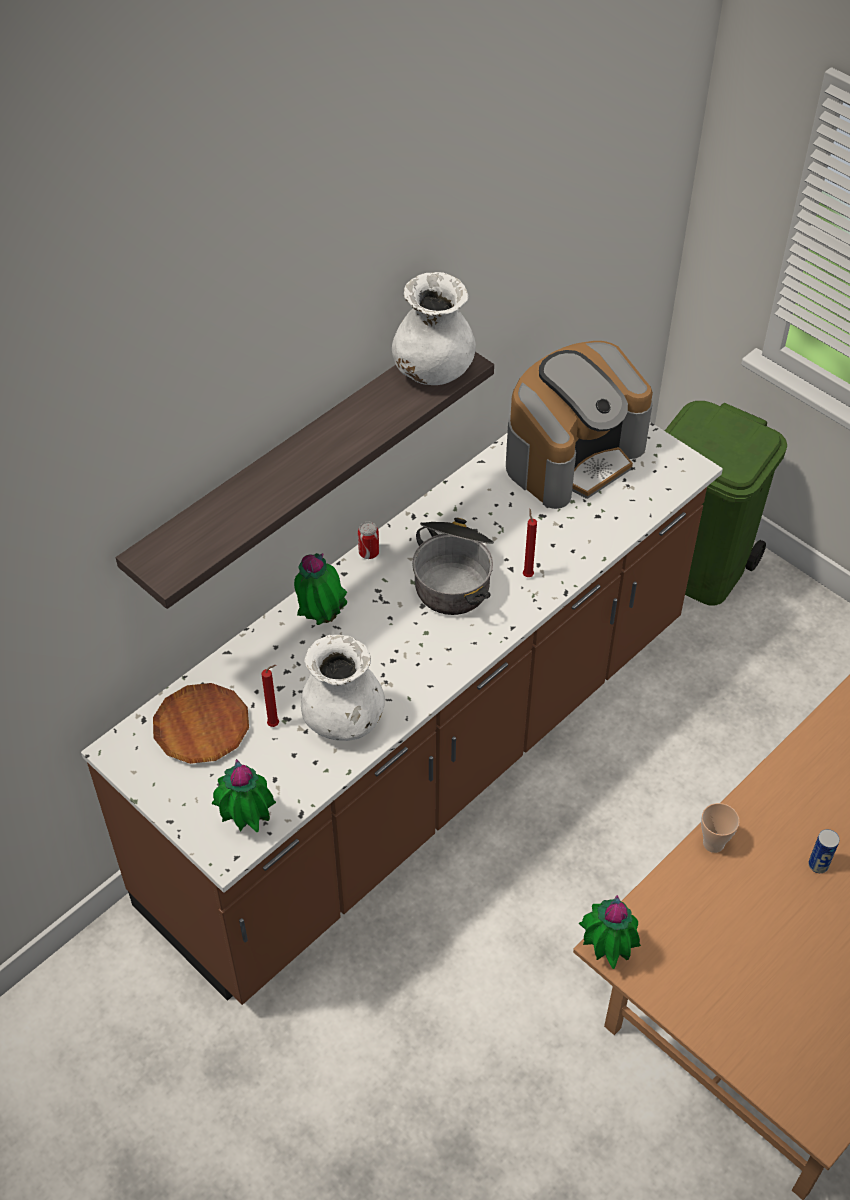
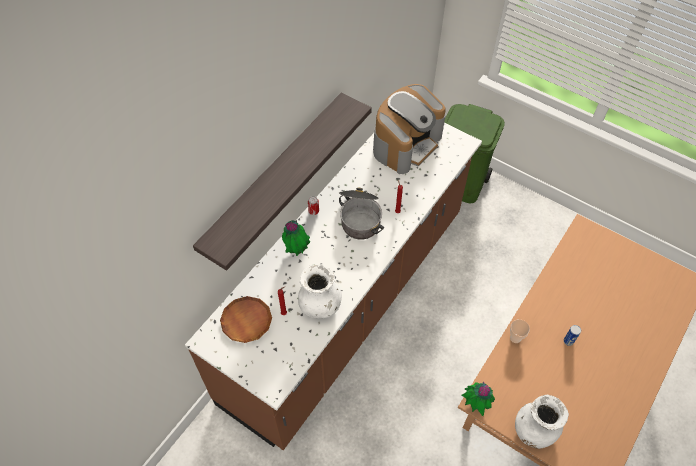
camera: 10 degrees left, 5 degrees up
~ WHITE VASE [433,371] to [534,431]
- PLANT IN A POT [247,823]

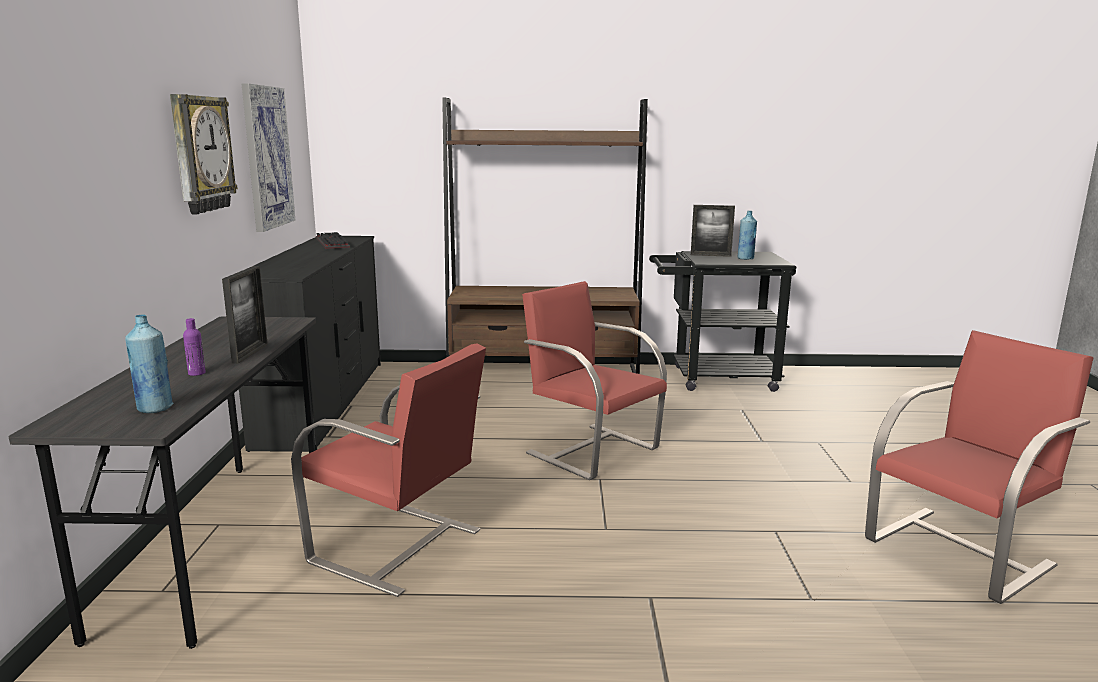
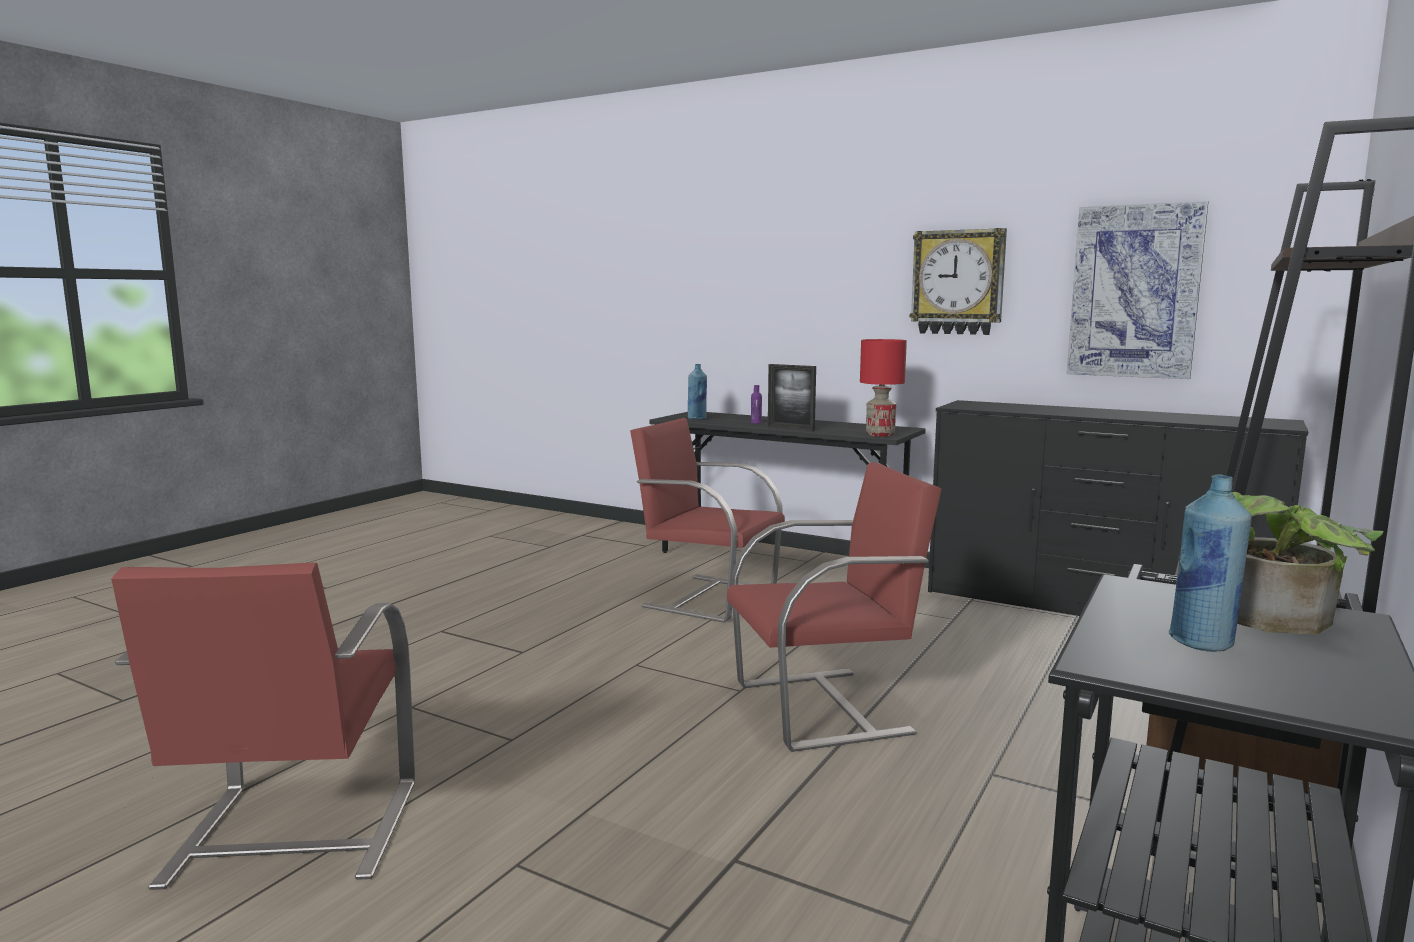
camera: 120 degrees right, 5 degrees down
~ STANDING FRAME [710,255] to PLANT IN A POT [1277,621]
- PC KEYBOARD [330,243]
~ REDDISH UPRIGHT CHAIR [398,547] = [708,597] 60 degrees clockwise
+ REDDISH LAMP FOR A TABLE [880,435]

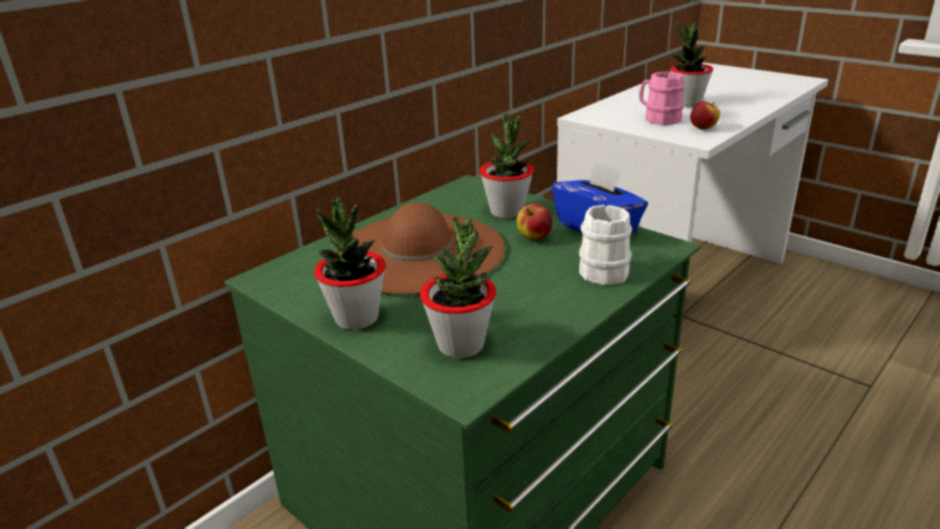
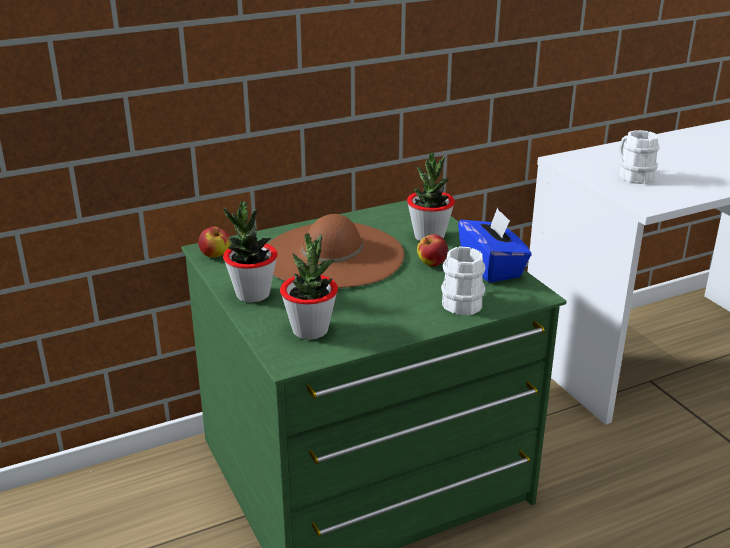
camera: 20 degrees right, 0 degrees up
- PLANT IN A POT [687,103]
~ PINKISH MUG [658,119] to WHITE MUG [632,176]
~ APPLE [703,128] to [215,255]

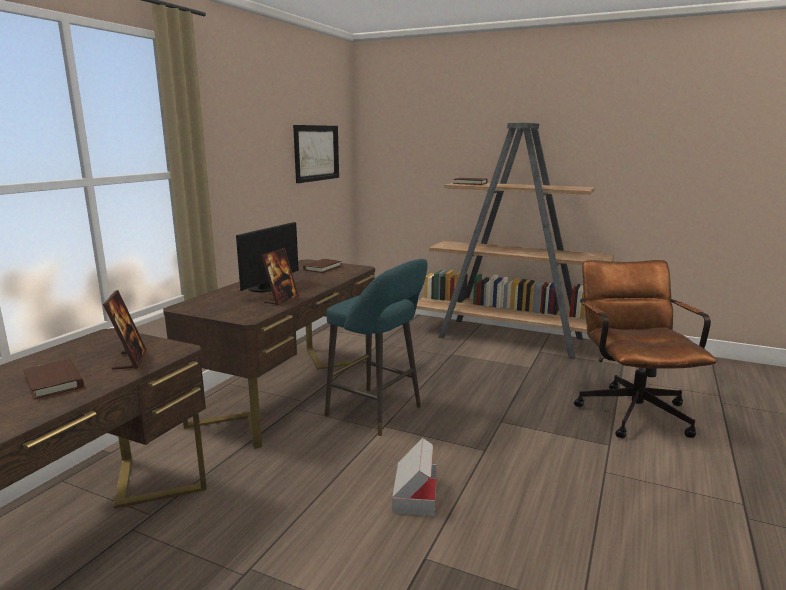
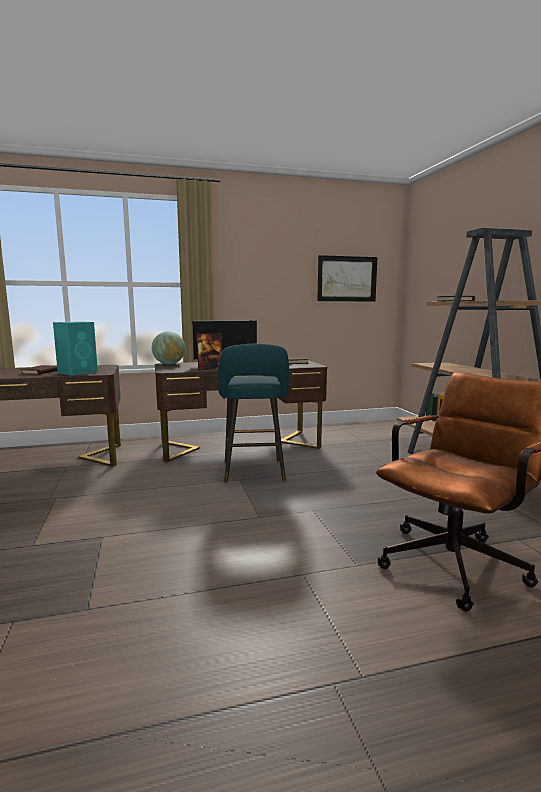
camera: 50 degrees right, 5 degrees down
~ STANDING FRAME [130,360] to TURQUOISE-COLOURED AUDIO SPEAKER [78,372]
- PACKING BOX [415,494]
+ GLOBE [169,364]

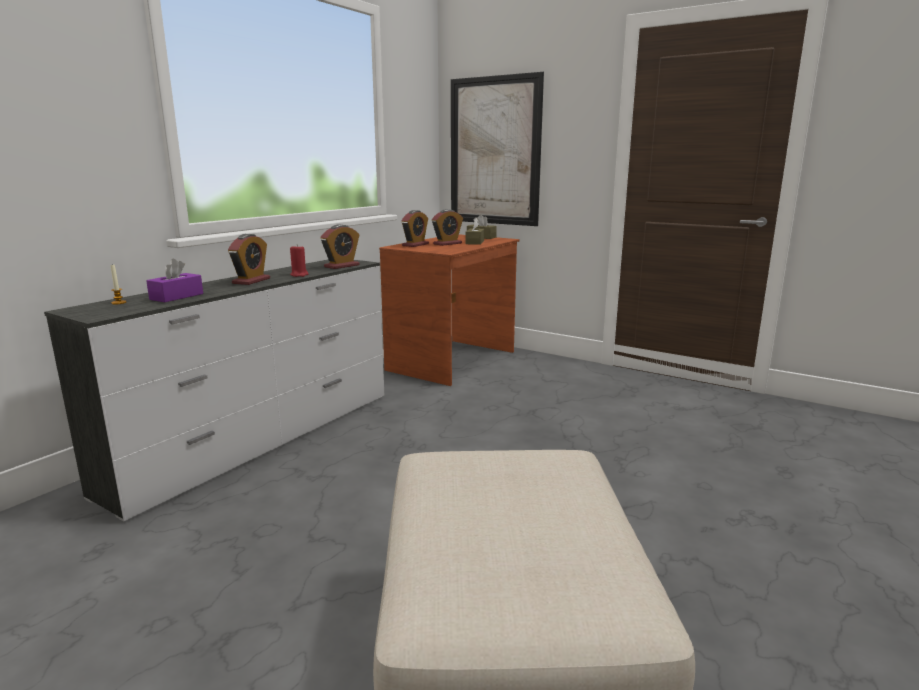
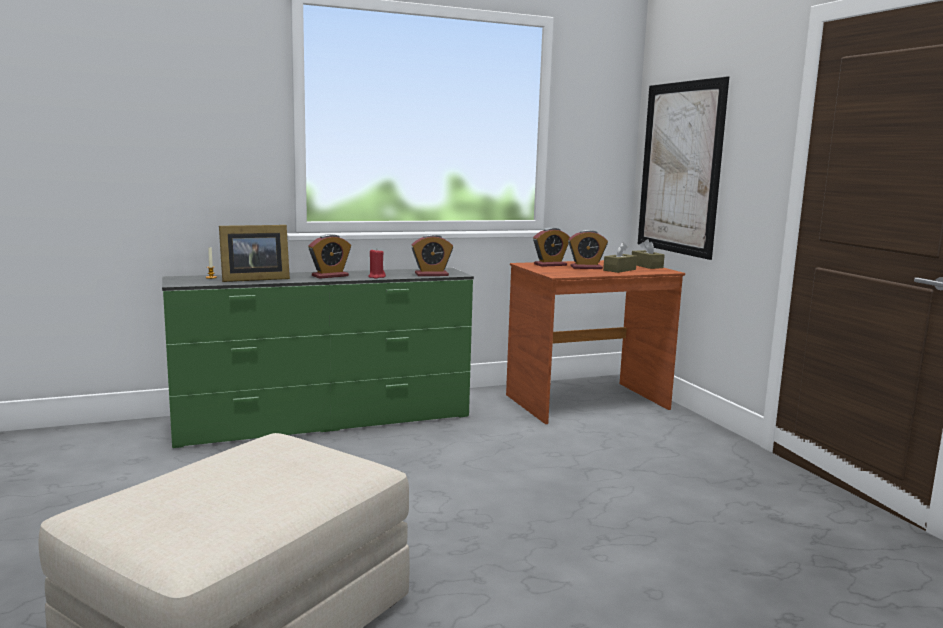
camera: 35 degrees right, 5 degrees down
~ WHITE DRAWER CHEST [261,439] to GREEN DRAWER CHEST [326,422]
~ PURPLE TISSUE BOX [176,296] to STANDING FRAME [252,279]

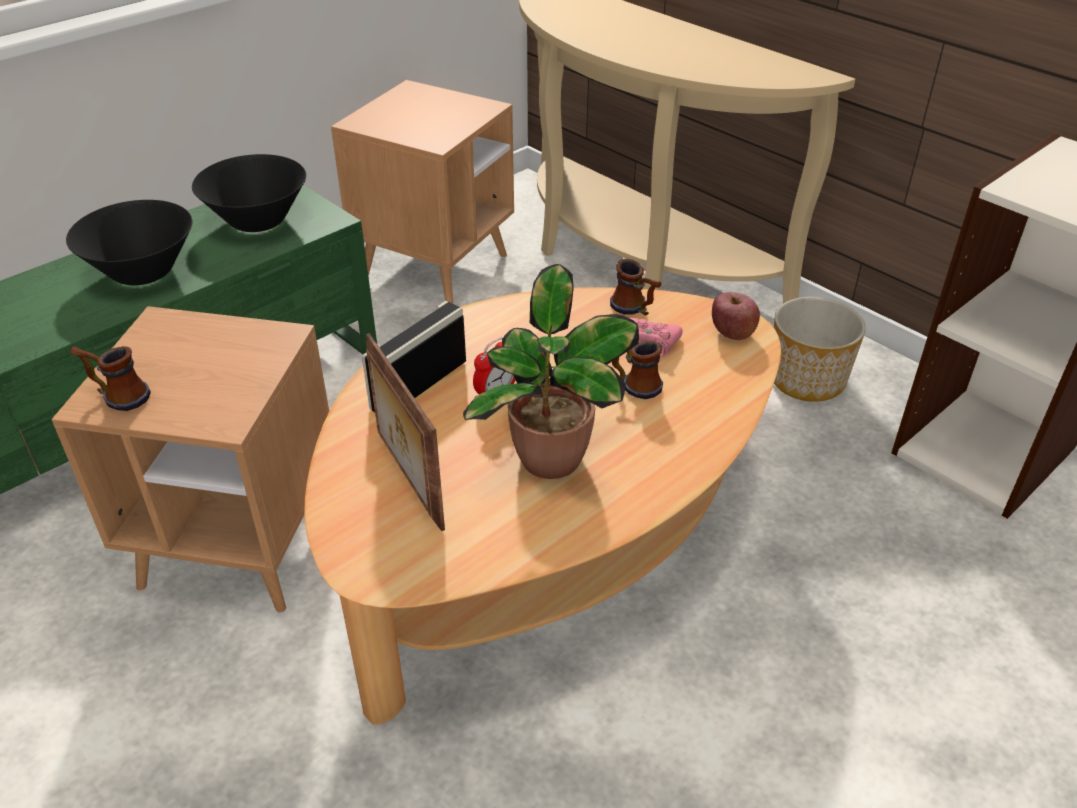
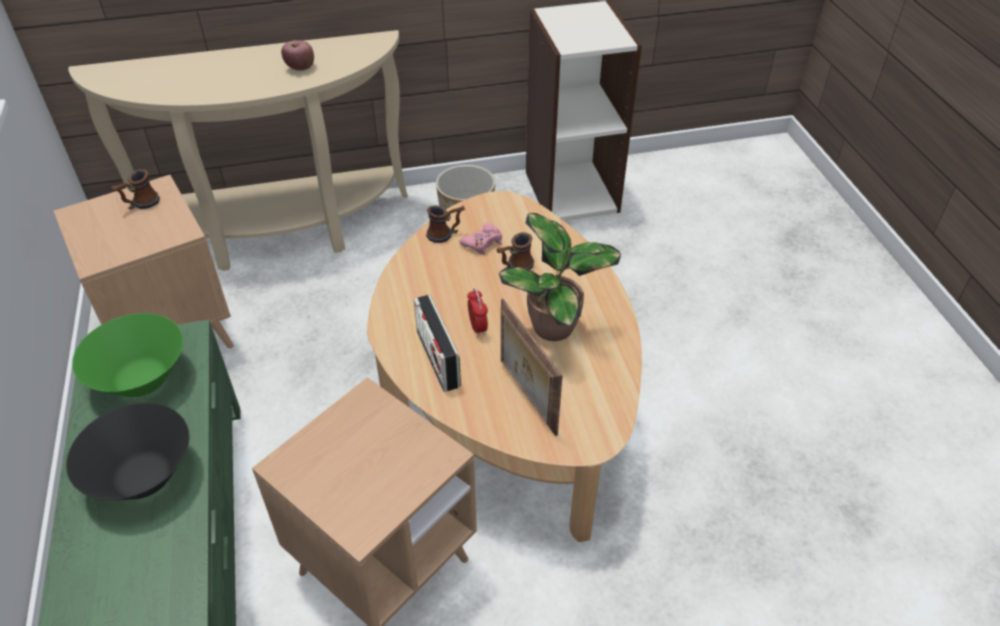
camera: 60 degrees left, 5 degrees up
~ BLACK DEEP DISH [257,221] to GREEN DEEP DISH [141,379]
~ APPLE [732,333] to [300,68]
~ STANDING FRAME [407,479] = [526,397] 60 degrees clockwise
~ MUG [117,396] to [140,204]

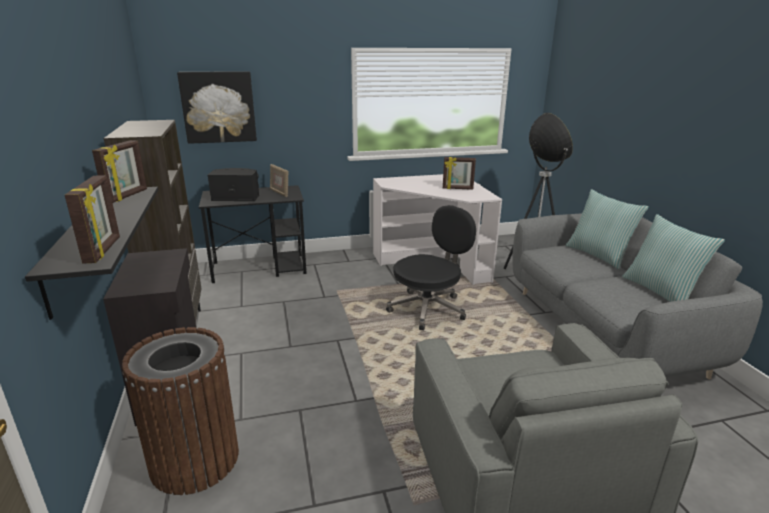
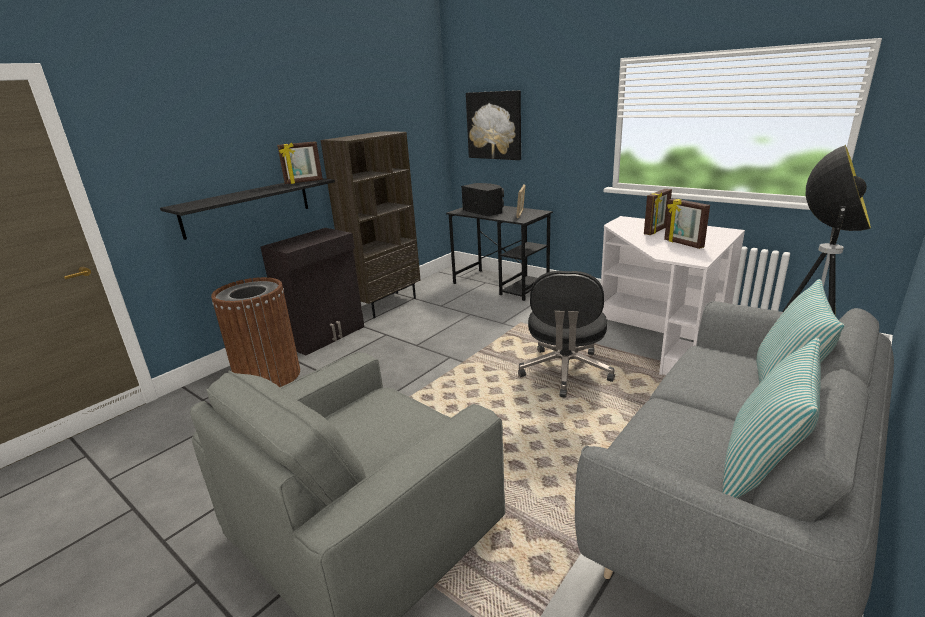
camera: 55 degrees right, 0 degrees up
~ STANDING FRAME [103,250] to [656,231]
~ BLACK COMPUTER CHAIR [428,309] = [565,372] 90 degrees clockwise

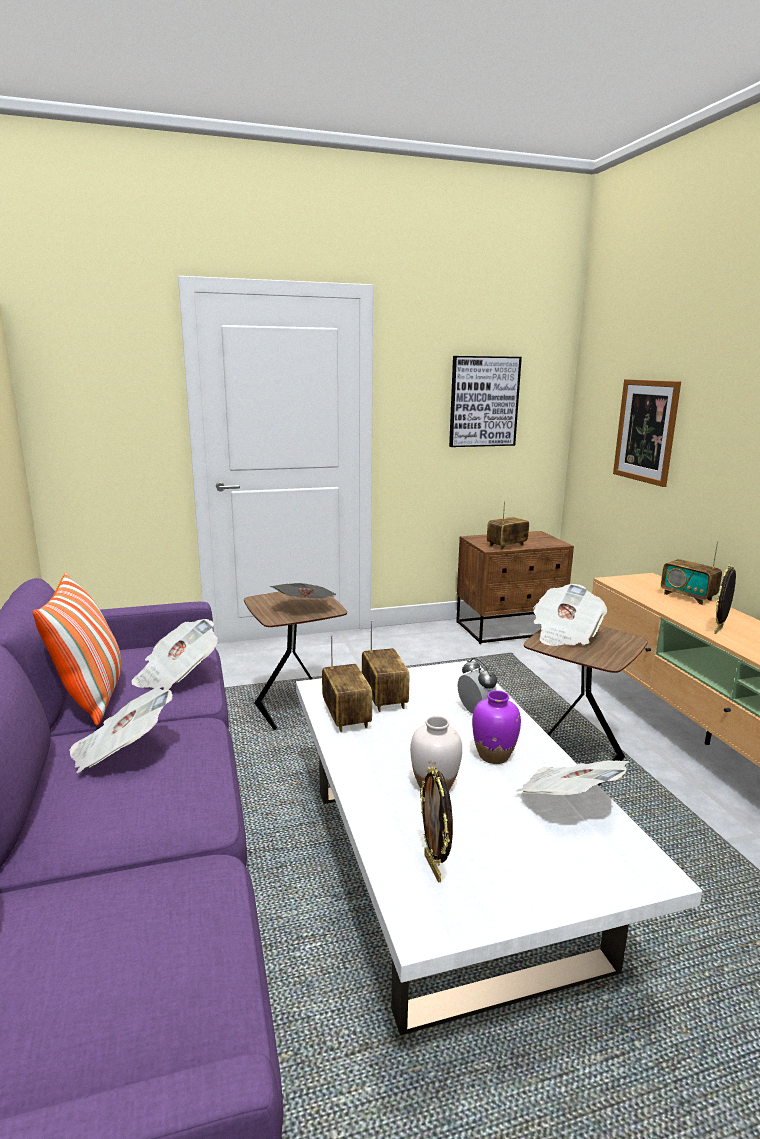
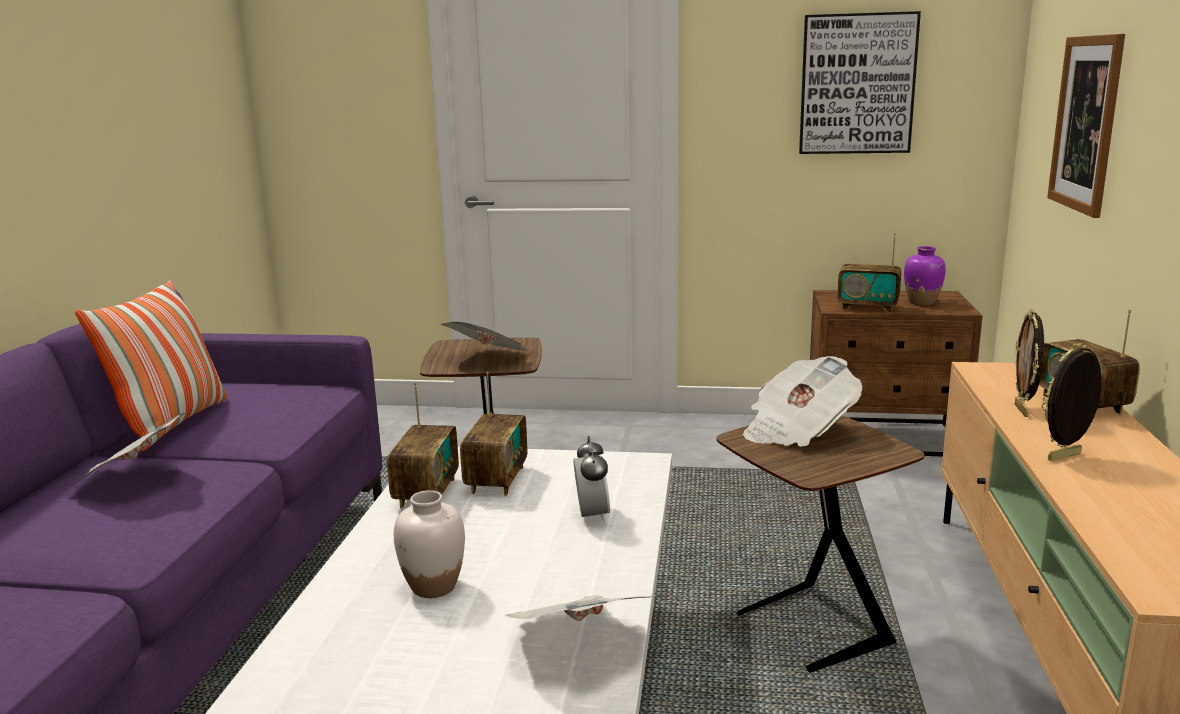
camera: 25 degrees right, 0 degrees up
~ RADIO [507,546] = [867,307] 150 degrees counterclockwise
- NEWSPAPER [176,675]
~ PURPLE VASE [494,755] to [922,302]
~ STANDING FRAME [434,867] to [1022,410]

